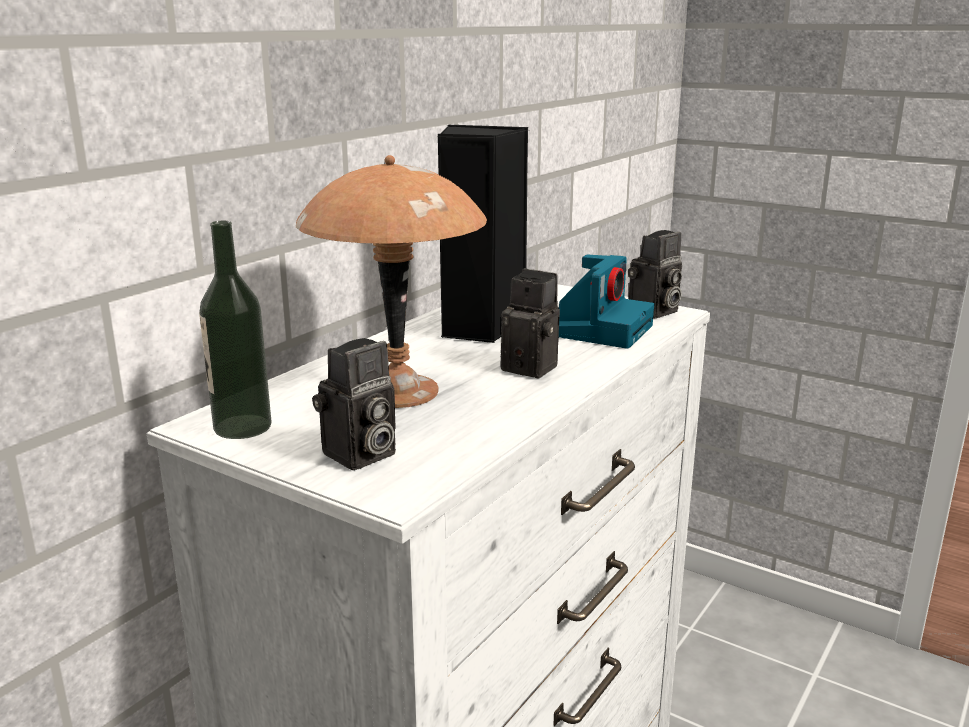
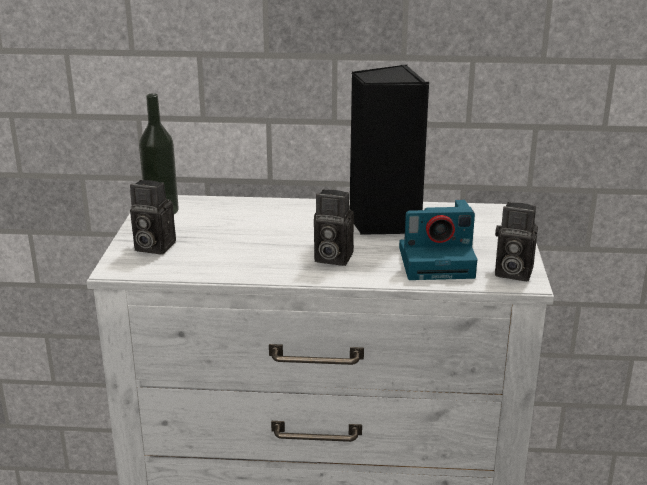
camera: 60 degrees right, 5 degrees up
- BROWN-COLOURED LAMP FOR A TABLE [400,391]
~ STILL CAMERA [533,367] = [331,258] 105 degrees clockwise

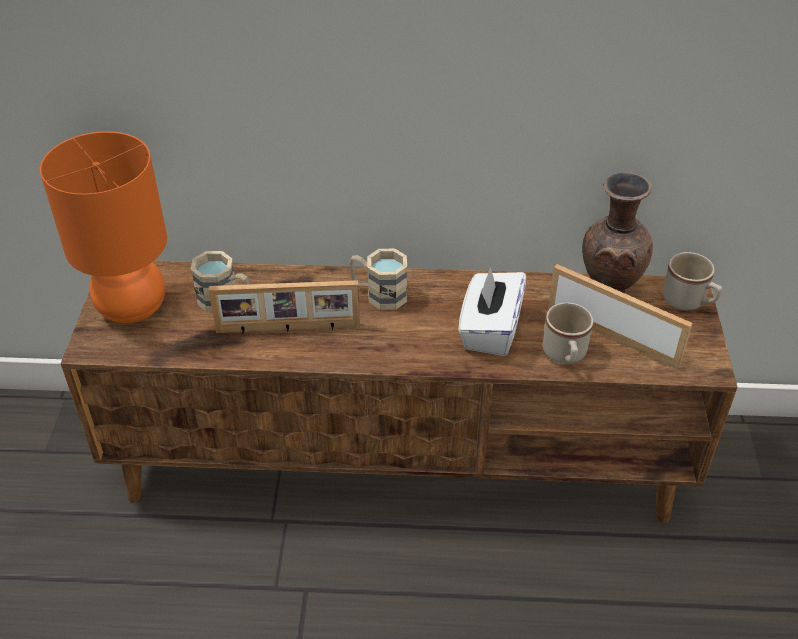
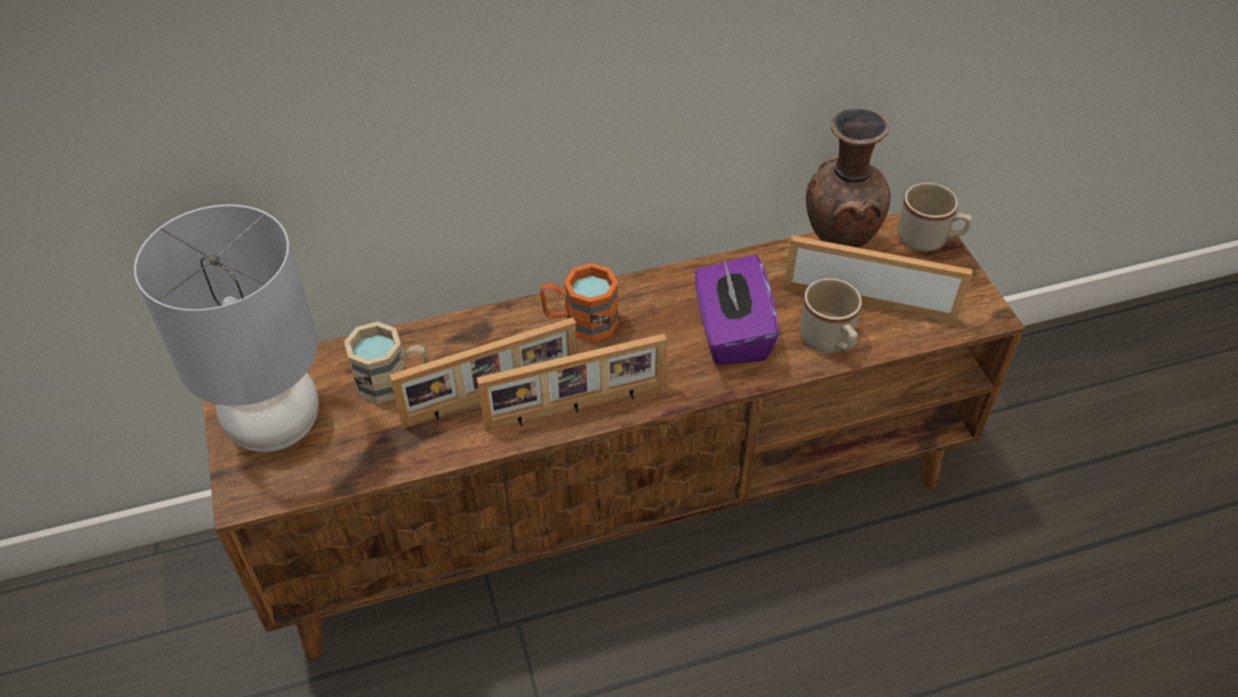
camera: 20 degrees left, 5 degrees up
~ ORANGE-COLOURED LAMP FOR A TABLE [133,308] to GREY LAMP FOR A TABLE [277,425]
~ SAND-COLOURED MUG [378,294] to ORANGE-COLOURED MUG [580,322]
~ WHITE TISSUE BOX [490,330] to PURPLE TISSUE BOX [731,333]
+ STANDING FRAME [576,408]

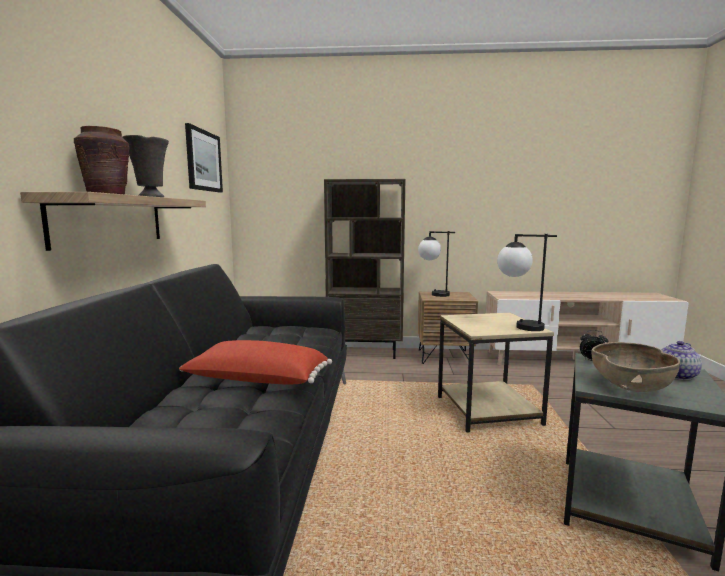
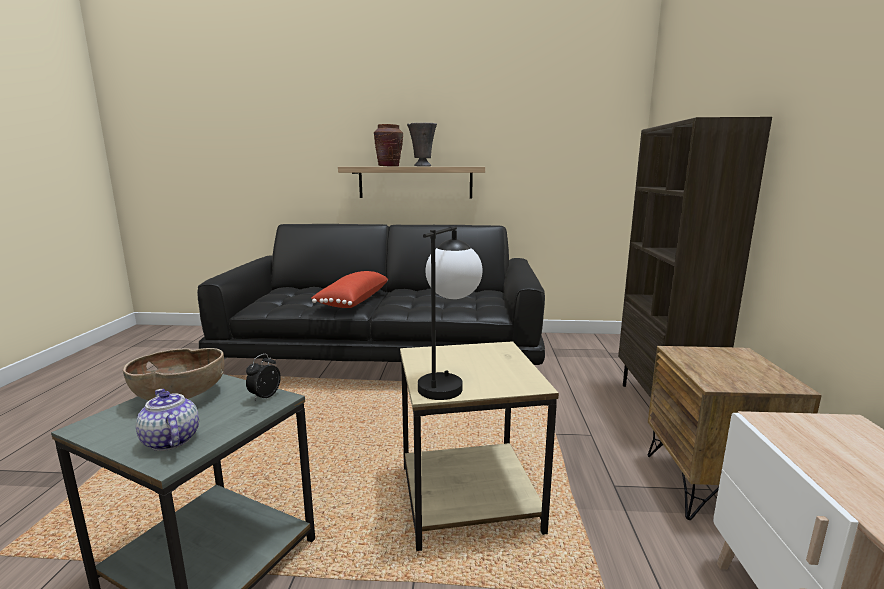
camera: 90 degrees right, 5 degrees up
- WALL ART [203,161]
- LAMP FOR A TABLE [433,294]

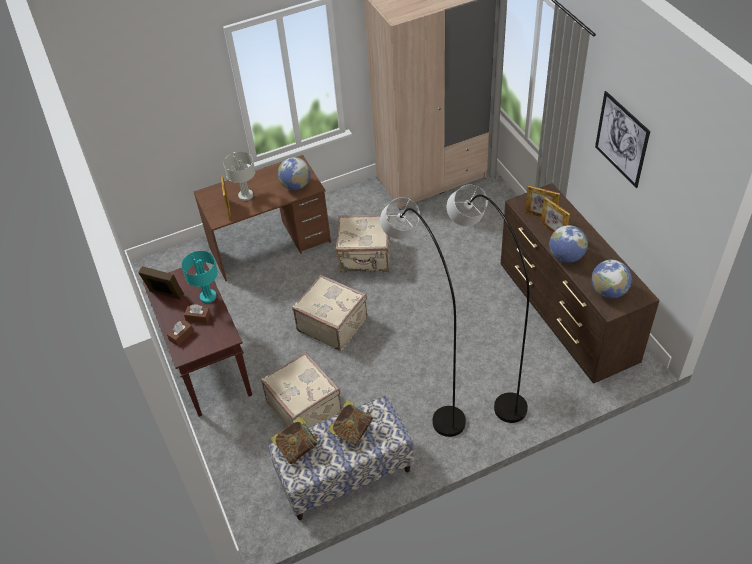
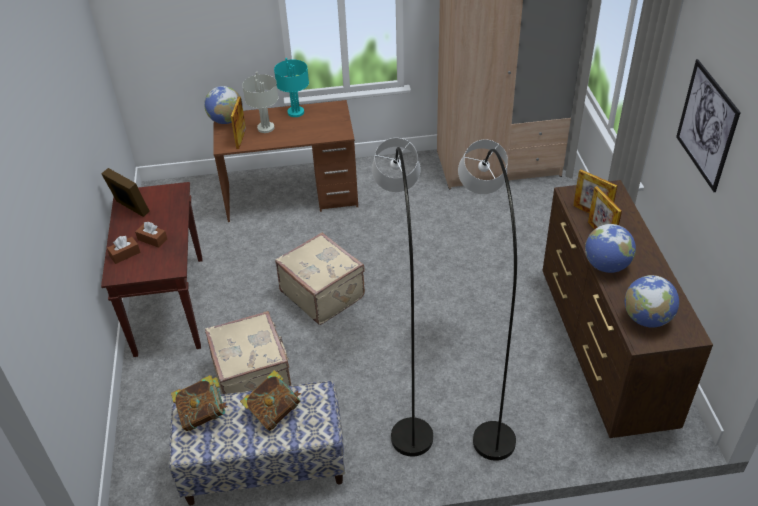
camera: 15 degrees right, 5 degrees down
~ GLOBE [296,186] to [226,120]
- SAND-COLOURED SUITCASE [365,257]
~ TURQUOISE-COLOURED LAMP FOR A TABLE [208,296] to [296,112]

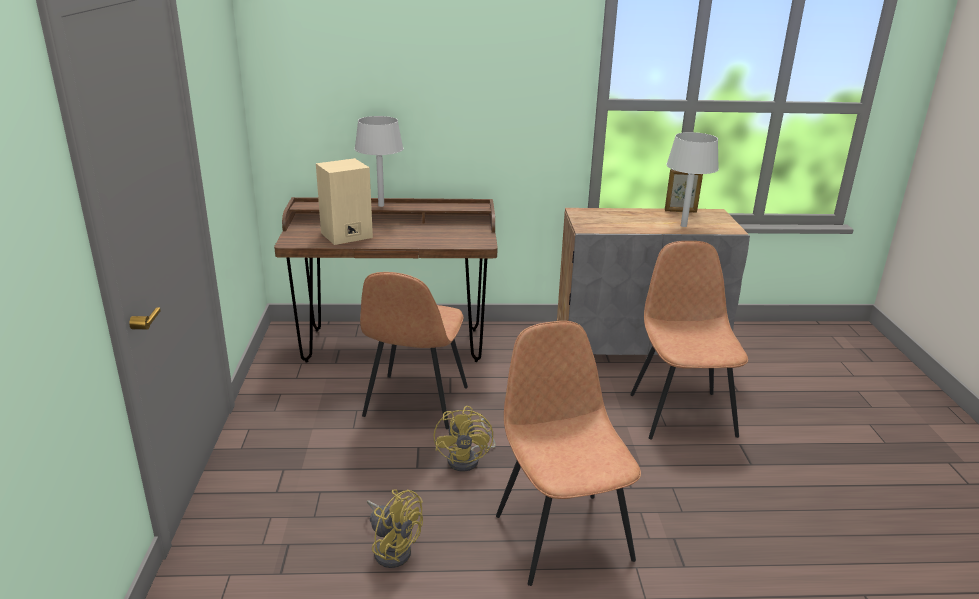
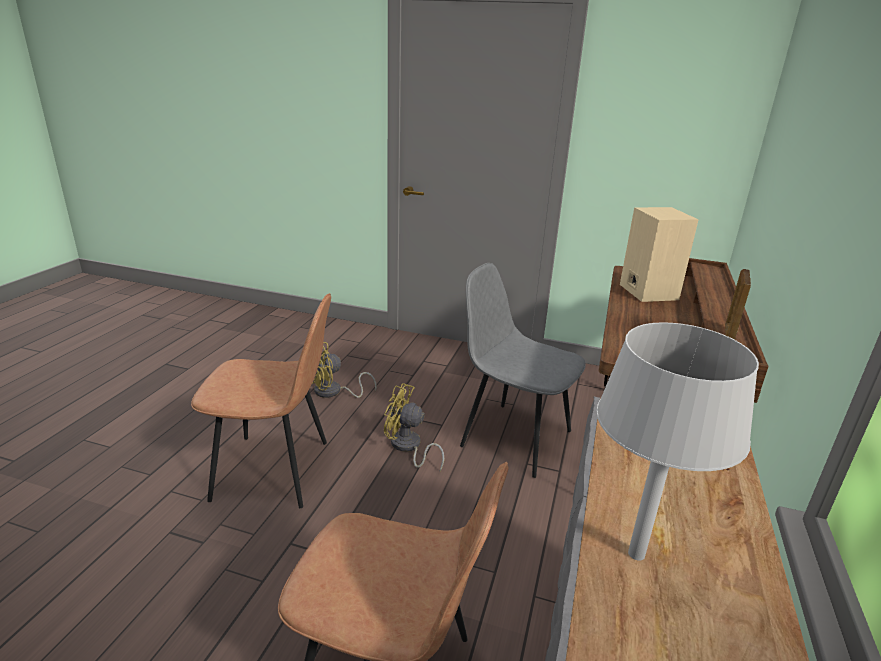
camera: 110 degrees right, 0 degrees up
- GREY LAMP FOR A TABLE [381,205]
~ STANDING FRAME [680,211] to [728,335]
~ BROWN-COLOURED UPRIGHT CHAIR [415,403] to GREY UPRIGHT CHAIR [513,437]

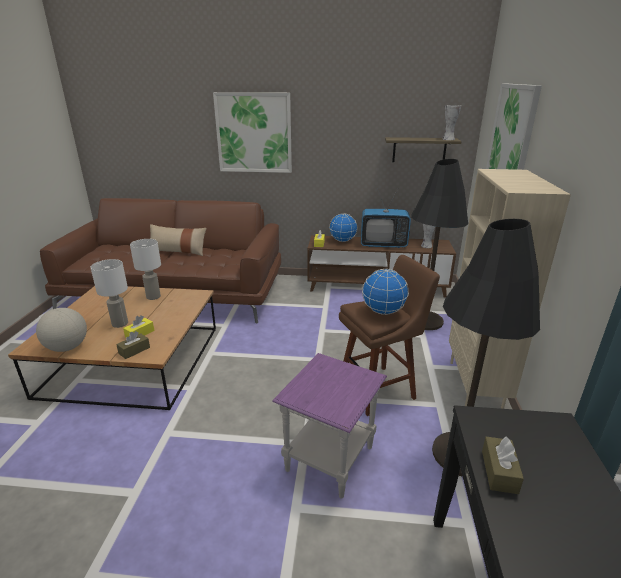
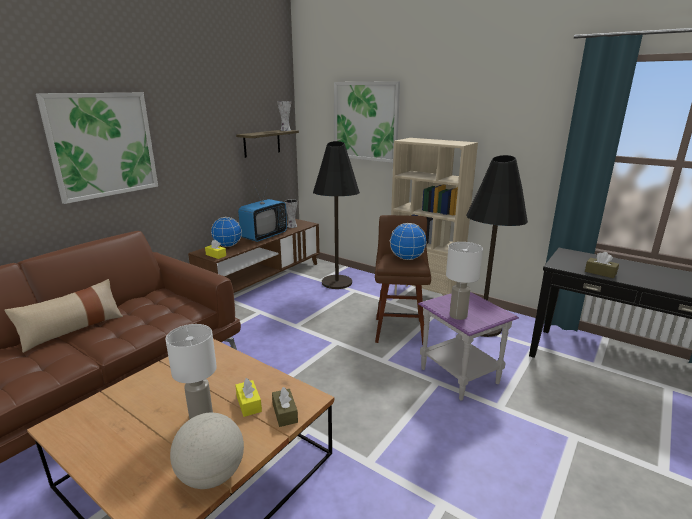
camera: 60 degrees left, 5 degrees down
~ WHITE LAMP FOR A TABLE [153,297] to [458,316]

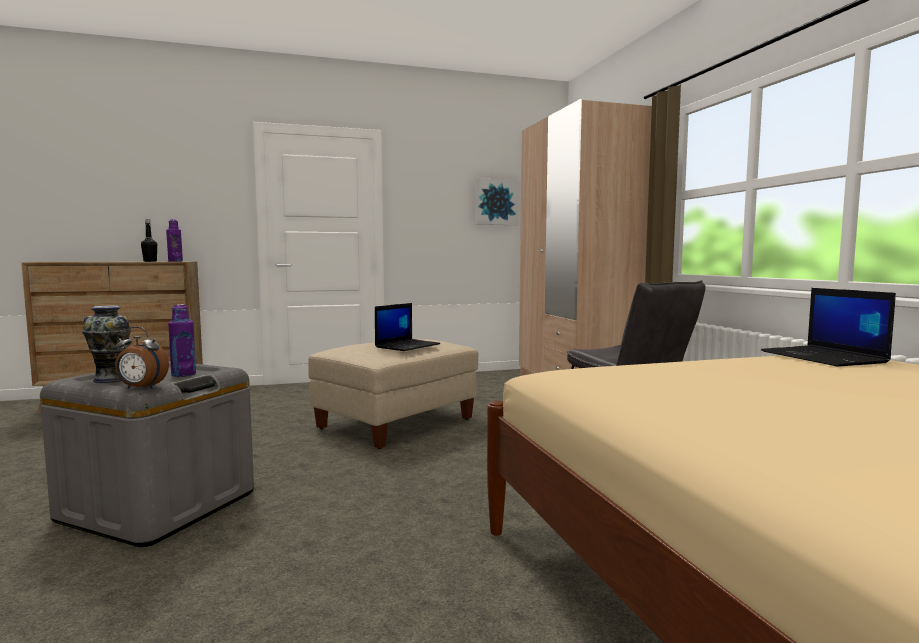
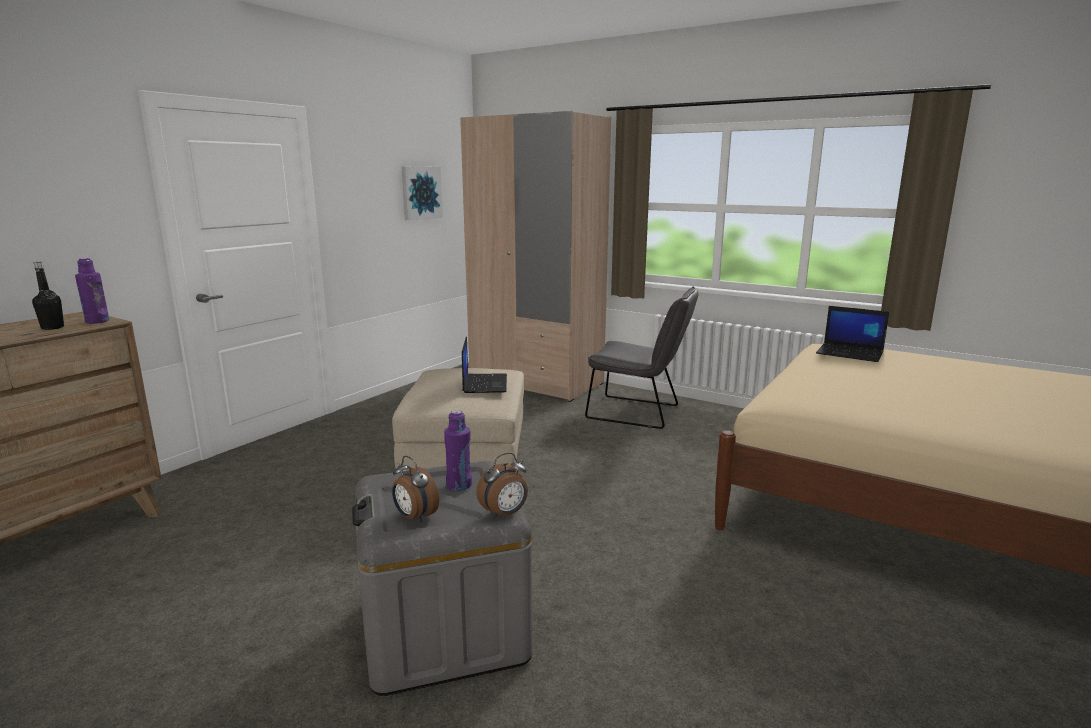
camera: 40 degrees left, 10 degrees up
~ VASE [110,379] to BEDSIDE CLOCK [414,517]

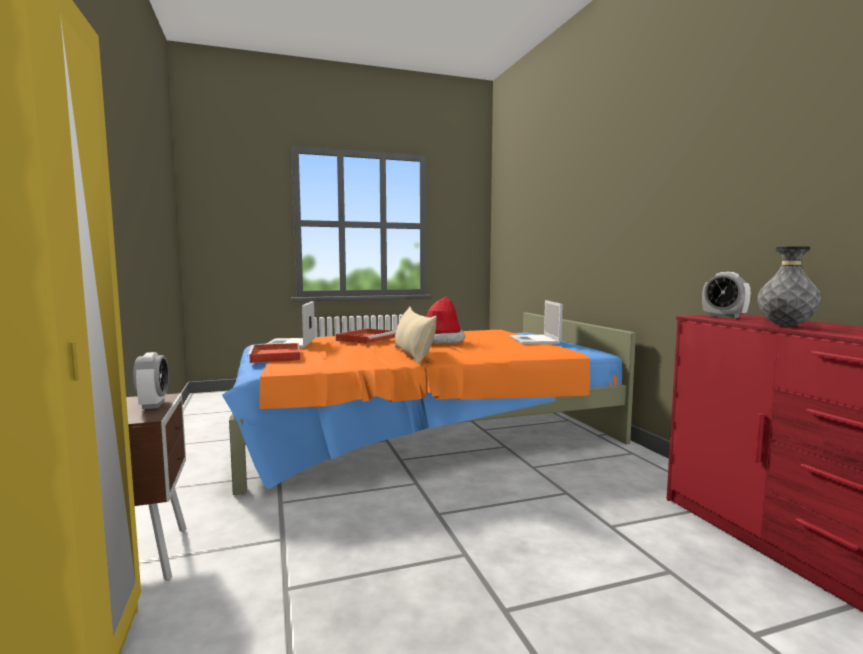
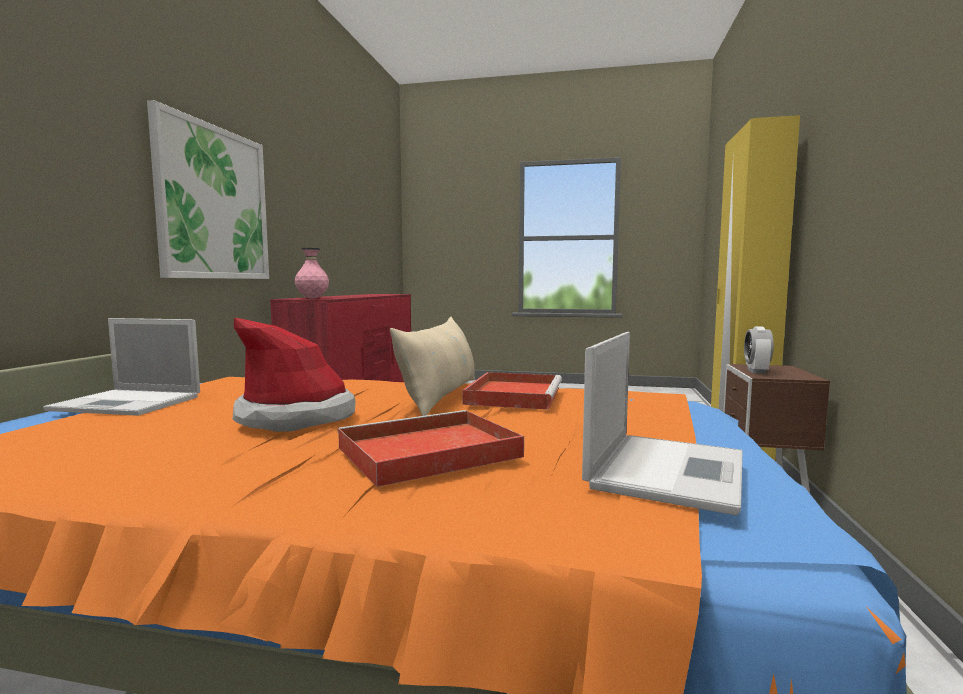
camera: 150 degrees left, 0 degrees up
- GREY VASE [786,326]
~ BEDSIDE CLOCK [724,316] to PINKISH VASE [312,298]
~ PORTABLE COMPUTER [535,340] = [129,403] 75 degrees clockwise
~ REDDISH TRAY [276,356] to [514,395]
+ WALL ART [214,203]

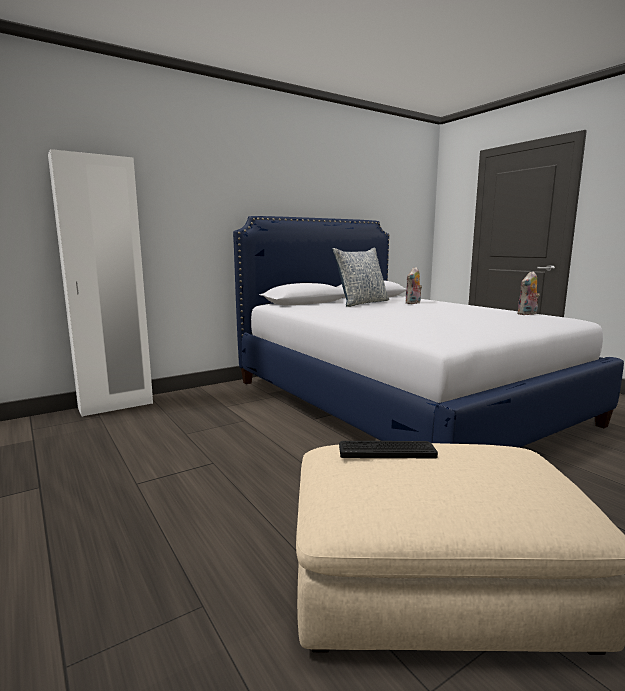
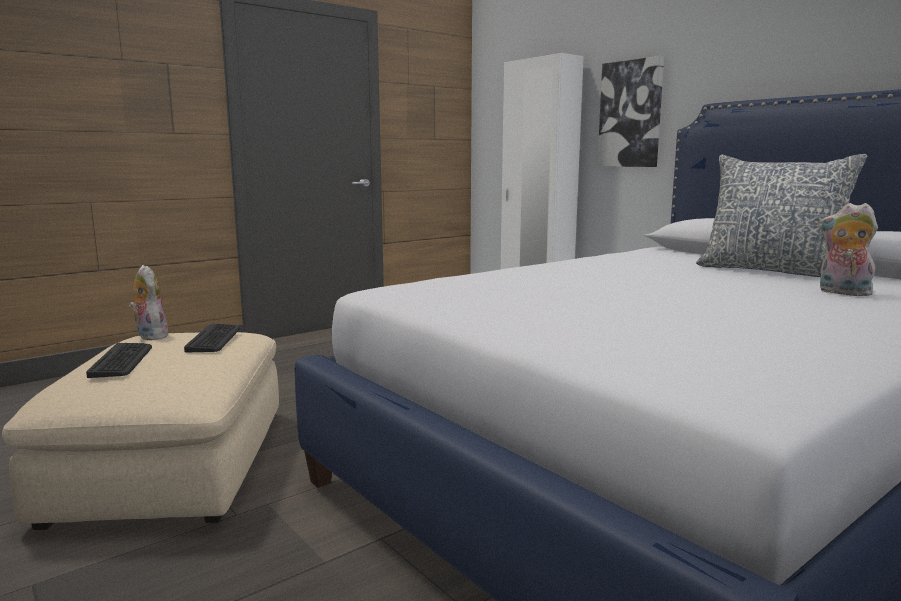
camera: 85 degrees right, 0 degrees up
~ CUDDLY TOY [527,314] to [150,336]
+ WALL ART [631,114]
+ PC KEYBOARD [122,361]

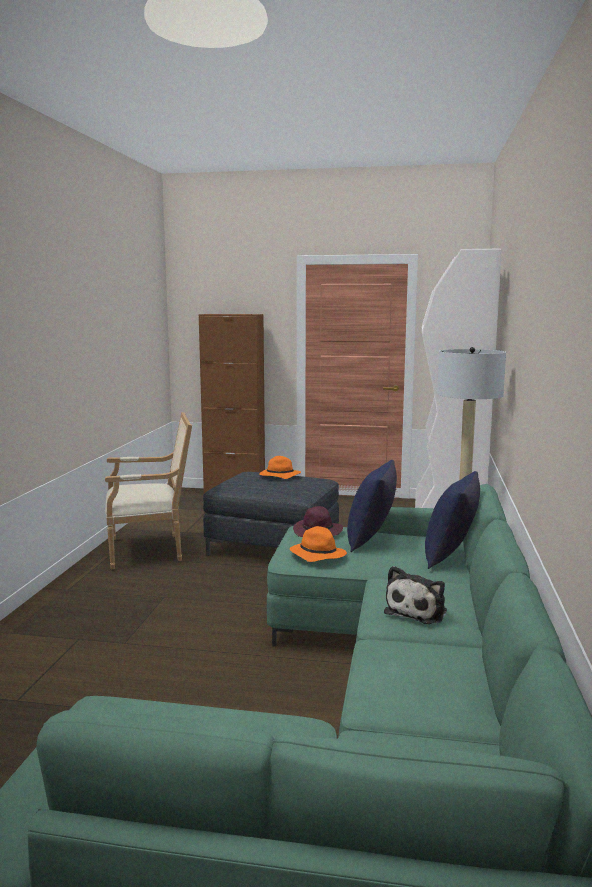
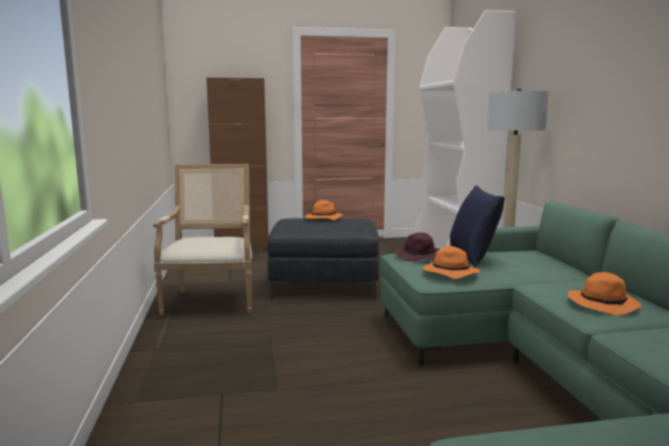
camera: 20 degrees left, 0 degrees up
~ ARMCHAIR [150,551] = [212,301] 60 degrees counterclockwise
- BLUISH THROW PILLOW [450,556]
~ CUDDLY TOY [418,611] to ORANGE-COLOURED WEARABLE HAT [604,304]

